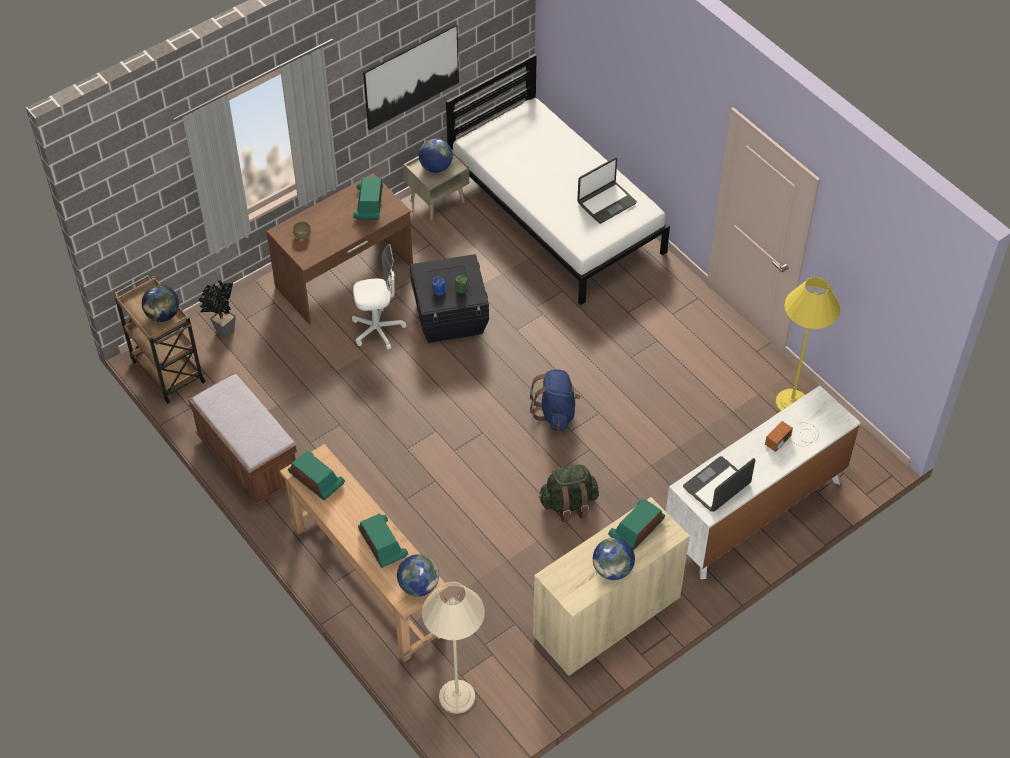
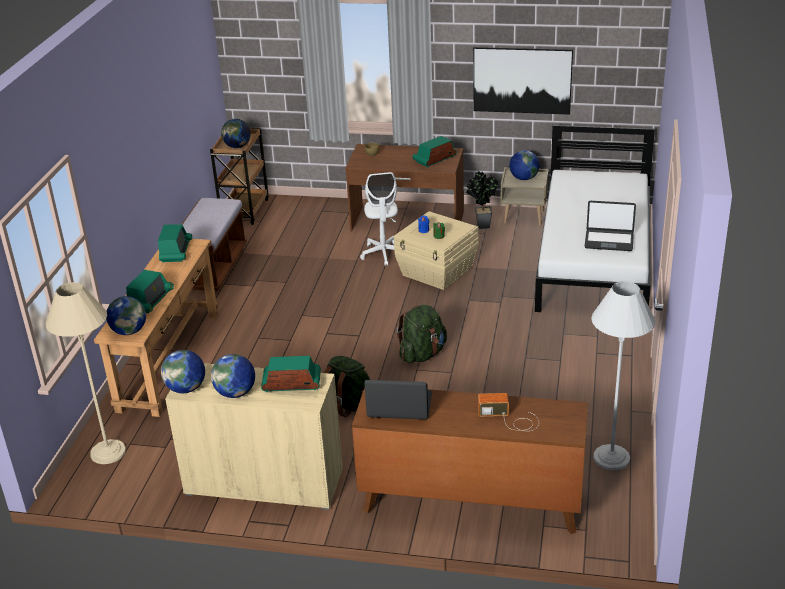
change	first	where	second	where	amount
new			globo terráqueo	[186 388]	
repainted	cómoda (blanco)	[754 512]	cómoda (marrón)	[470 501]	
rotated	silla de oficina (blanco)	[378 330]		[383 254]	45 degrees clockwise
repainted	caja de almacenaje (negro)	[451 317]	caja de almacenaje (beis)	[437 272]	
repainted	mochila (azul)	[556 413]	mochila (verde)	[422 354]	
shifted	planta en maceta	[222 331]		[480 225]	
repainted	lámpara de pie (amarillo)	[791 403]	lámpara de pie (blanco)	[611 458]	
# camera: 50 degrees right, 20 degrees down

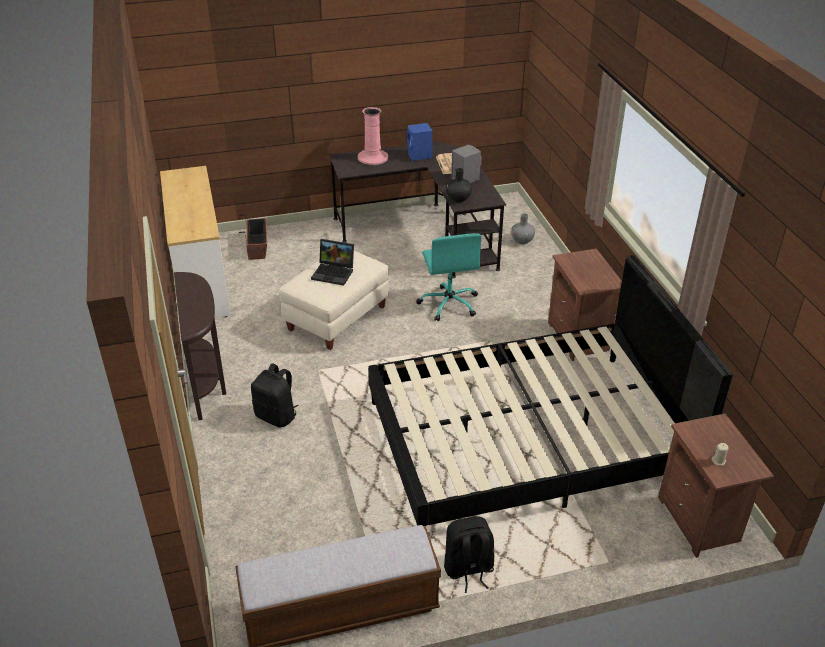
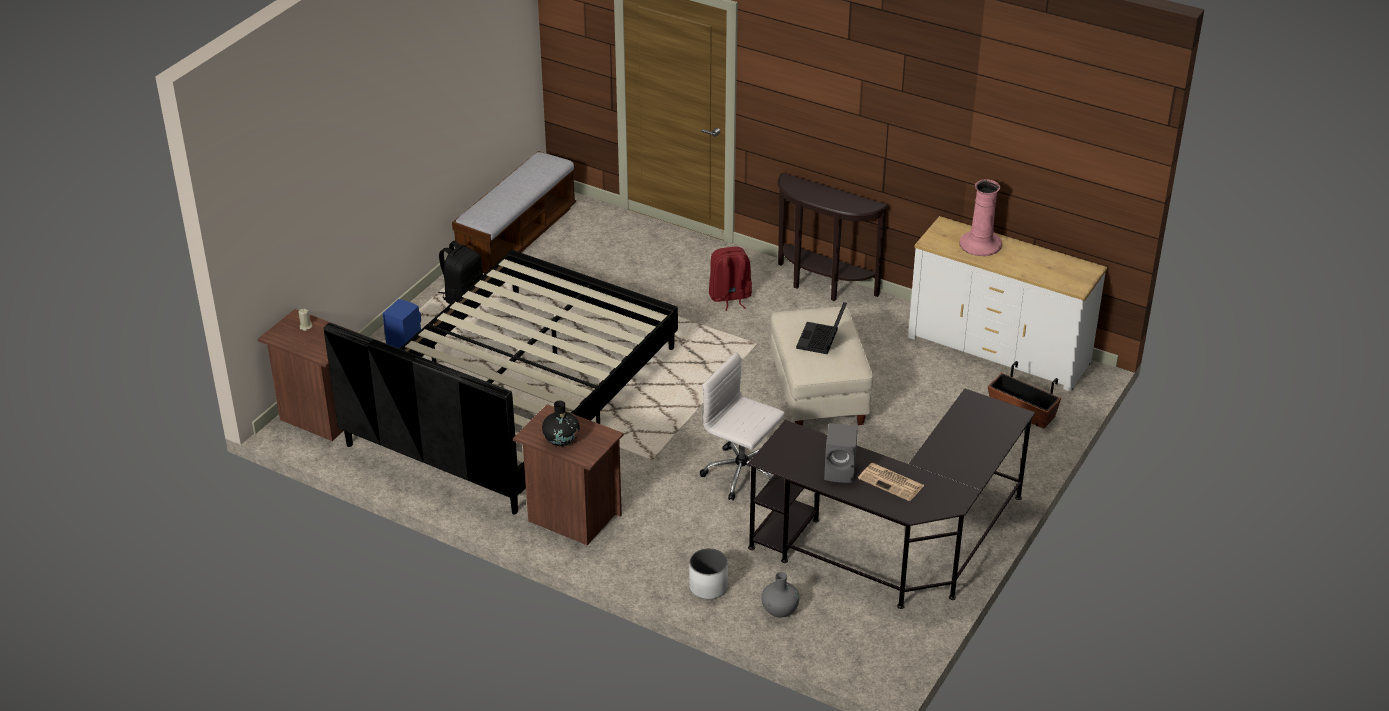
change	first	where	second	where	amount
shifted	altavoz (azul)	[419 156]		[403 341]	
shifted	florero (negro)	[458 198]		[561 440]	
new			maceta (blanco)	[708 587]	
repainted	silla de oficina (turquesa)	[449 303]	silla de oficina (blanco)	[742 473]	
repainted	mochila (negro)	[277 416]	mochila (rojo)	[730 297]	
rotated	portátil	[334 273]		[821 340]	45 degrees counterclockwise
shifted	florero (rosa)	[373 158]		[980 244]	
# camera: 135 degrees right, 0 degrees up

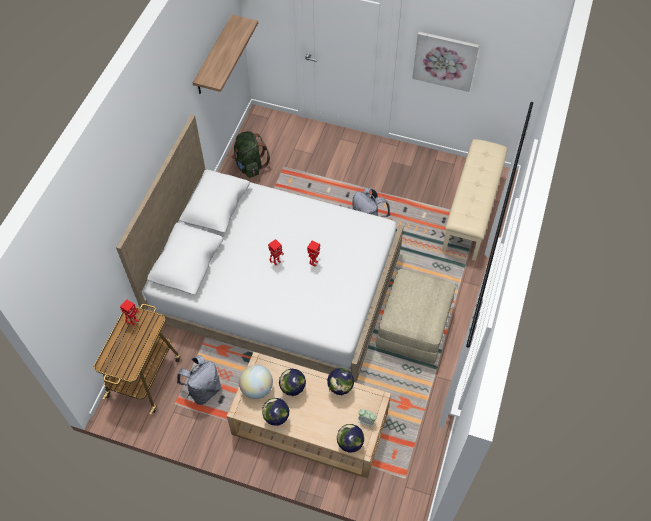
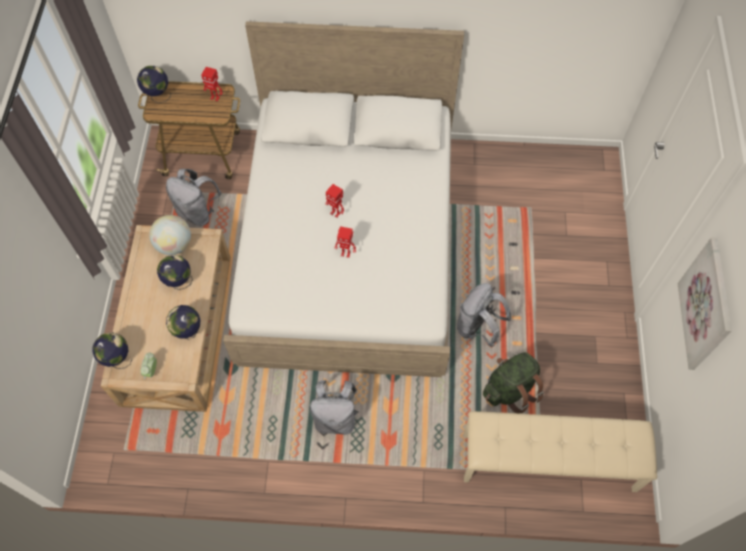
change	first	where	second	where	amount
shifted	globo terráqueo	[276 419]		[158 96]	
swapped	puf (beis)	[413 326]	mochila (gris)	[335 418]	
shifted	mochila (verde)	[250 165]		[510 389]	
gone	estante	[214 56]			
# camera: 75 degrees right, 5 degrees up

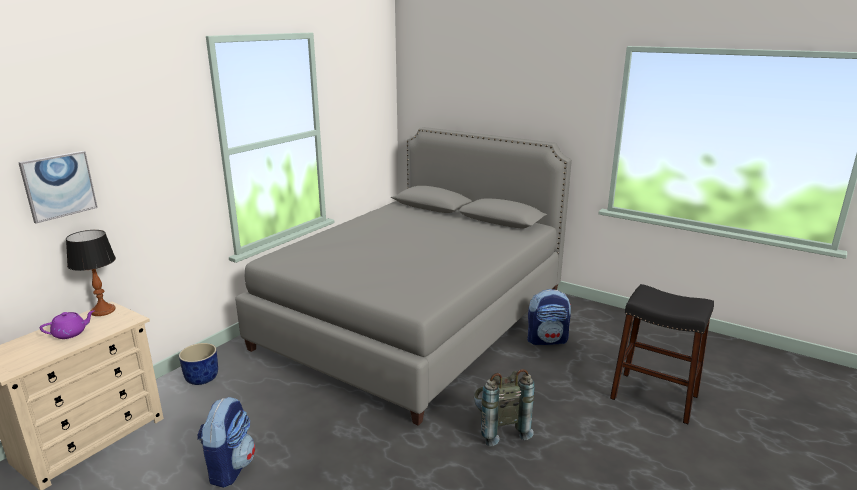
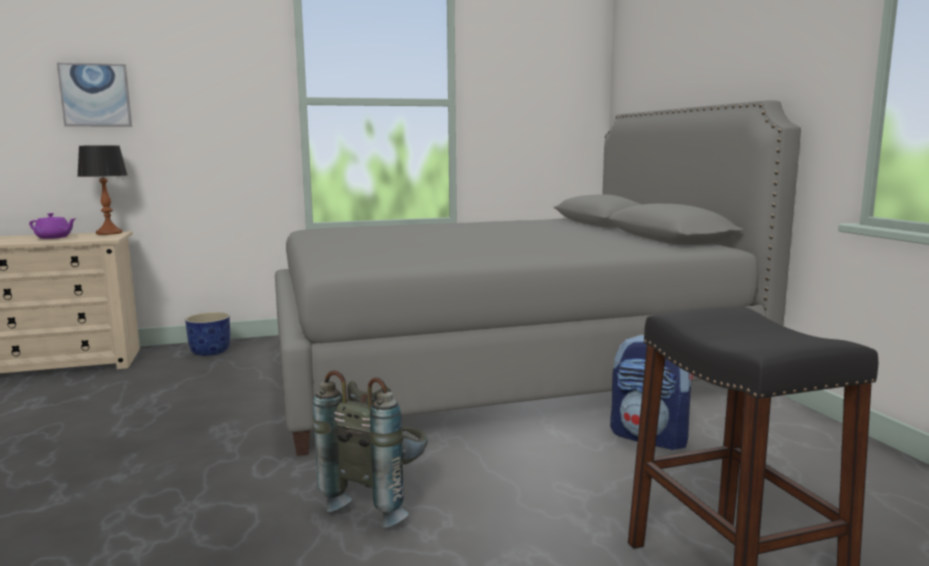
change	first	where	second	where	amount
gone	mochila	[230 467]			
# camera: 40 degrees right, 10 degrees down

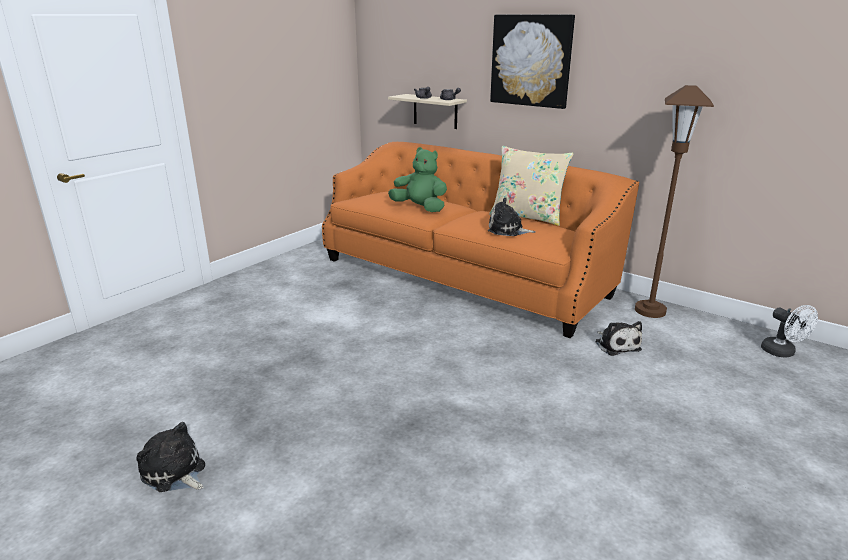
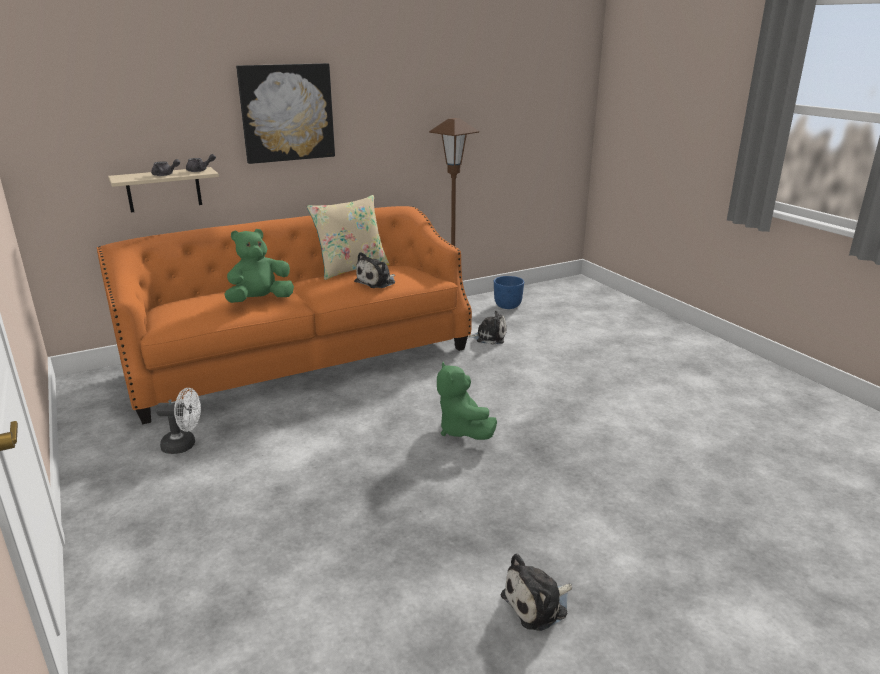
change	first	where	second	where	amount
shifted	ventilador (blanco)	[782 353]		[184 445]	
new			peluche (verde)	[462 431]	
new			maceta (azul)	[508 306]	
# camera: 65 degrees left, 0 degrees up

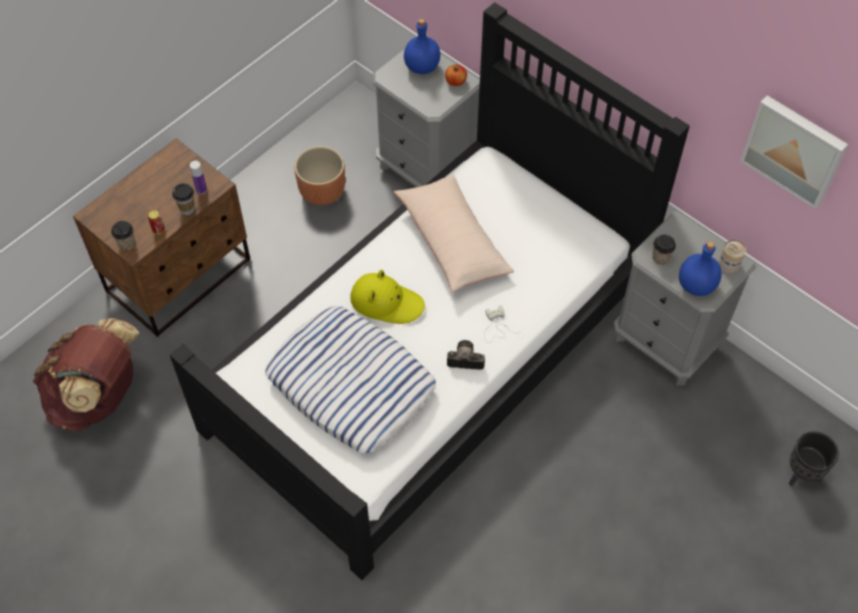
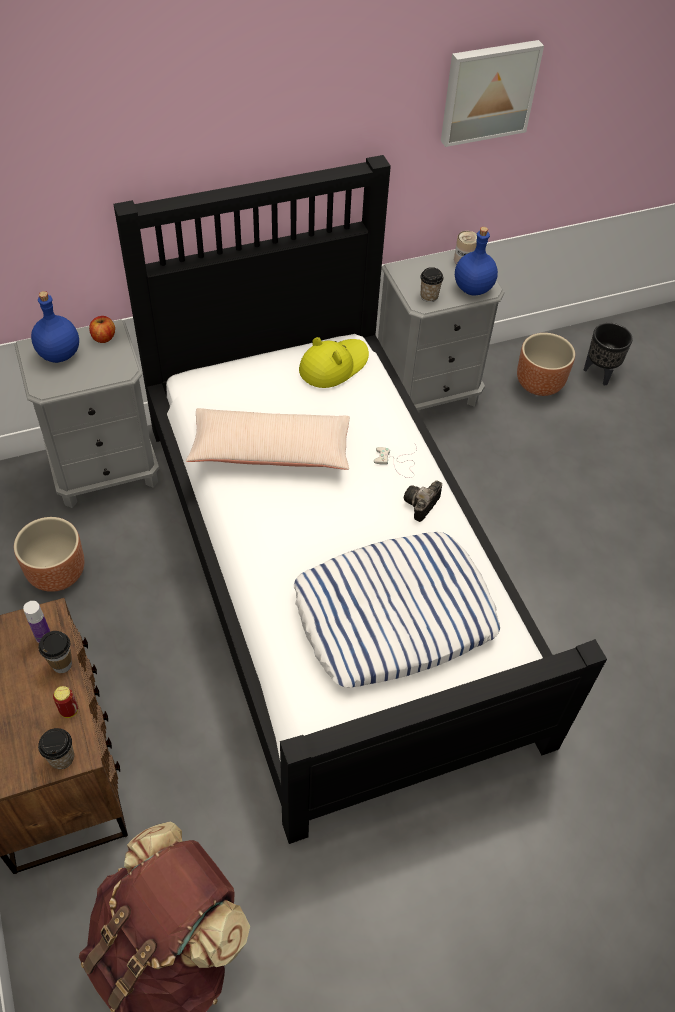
change	first	where	second	where	amount
shifted	sombrero (amarillo)	[386 302]		[333 365]	
new			maceta (marrón)	[539 384]	
# camera: 65 degrees left, 5 degrees down

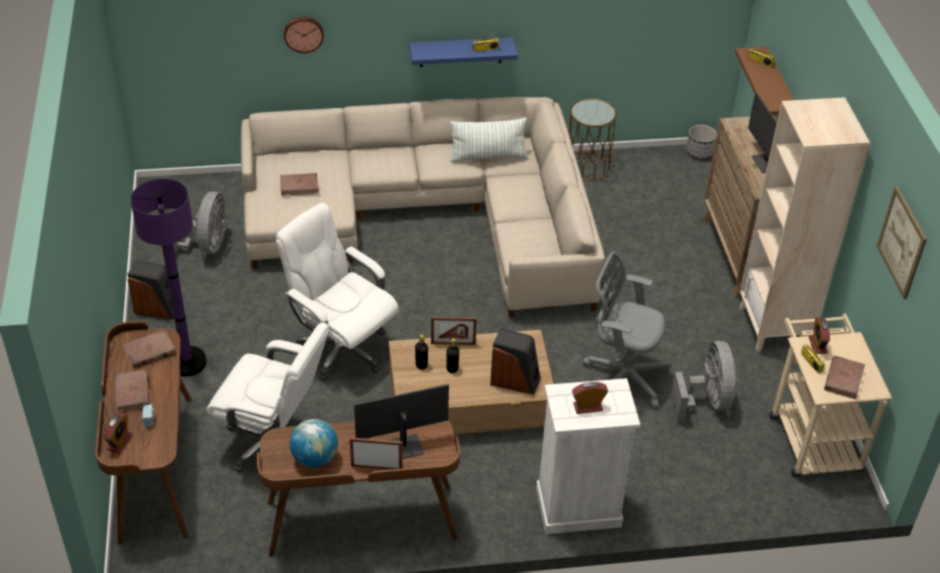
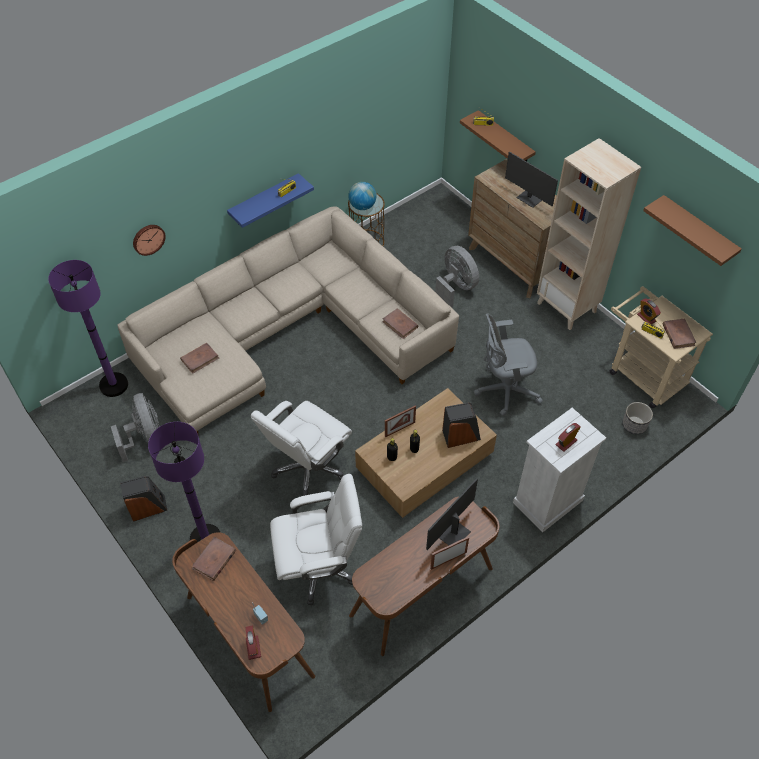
change	first	where	second	where	amount
new			lámpara de pie (morado)	[114 385]	
rotated	silla de oficina (blanco)	[341 349]		[308 468]	60 degrees counterclockwise
shifted	globo terráqueo	[314 458]		[362 206]	
shifted	libro (marrón)	[132 393]		[400 324]	
shifted	ventilador (gris)	[706 401]		[456 287]	
shifted	maceta	[699 152]		[634 425]	
swapped	cuadro	[902 242]	estante (marrón)	[698 231]	
gone	cojín	[488 157]			
# camera: 30 degrees left, 10 degrees up

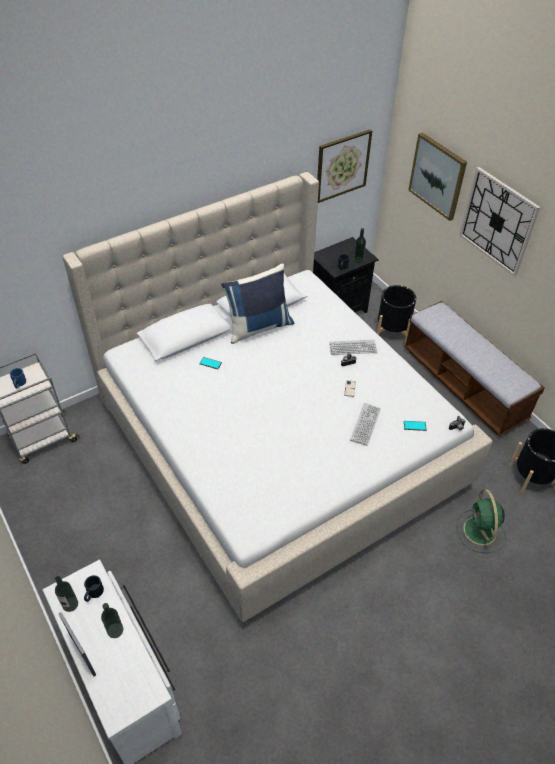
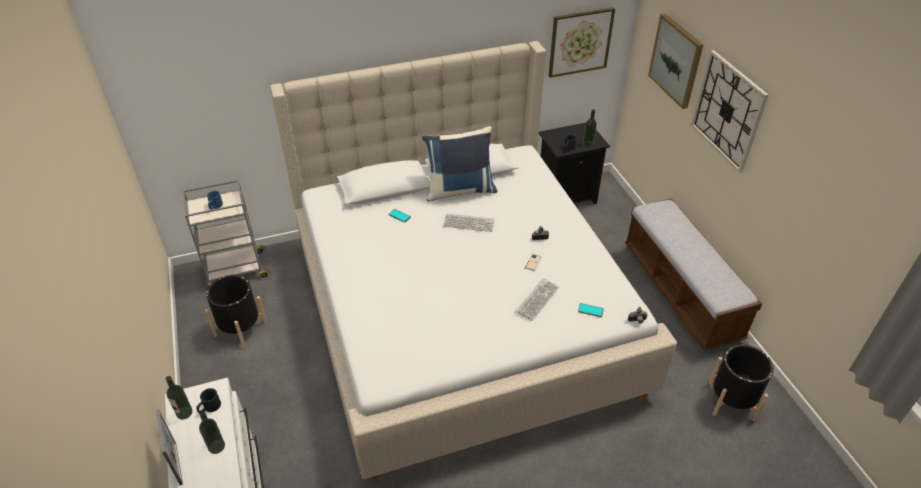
change	first	where	second	where	amount
shifted	maceta (negro)	[392 330]		[240 329]	
shifted	teclado	[352 348]		[468 223]	
gone	ventilador (verde)	[480 532]			
# camera: 15 degrees right, 5 degrees down

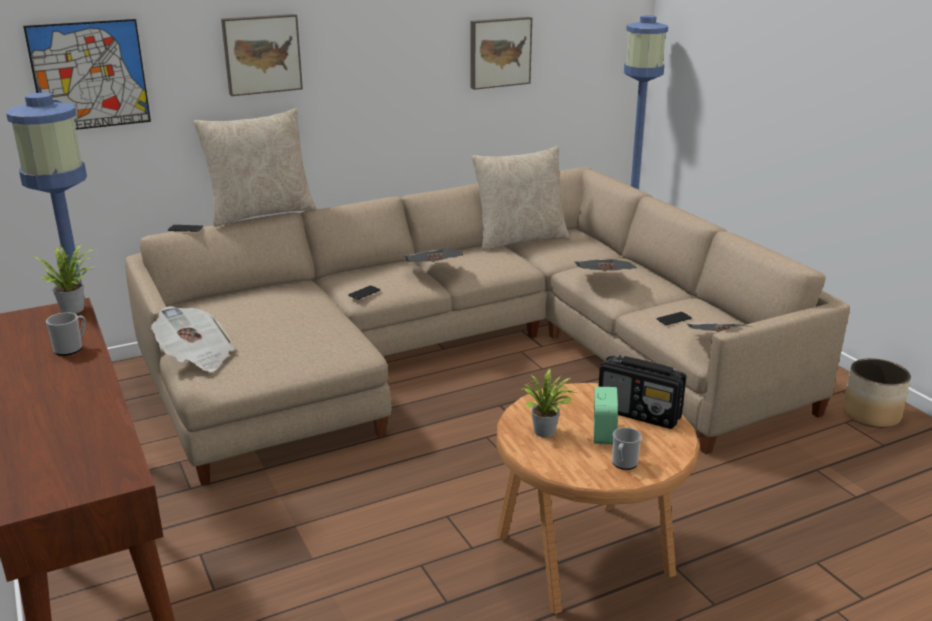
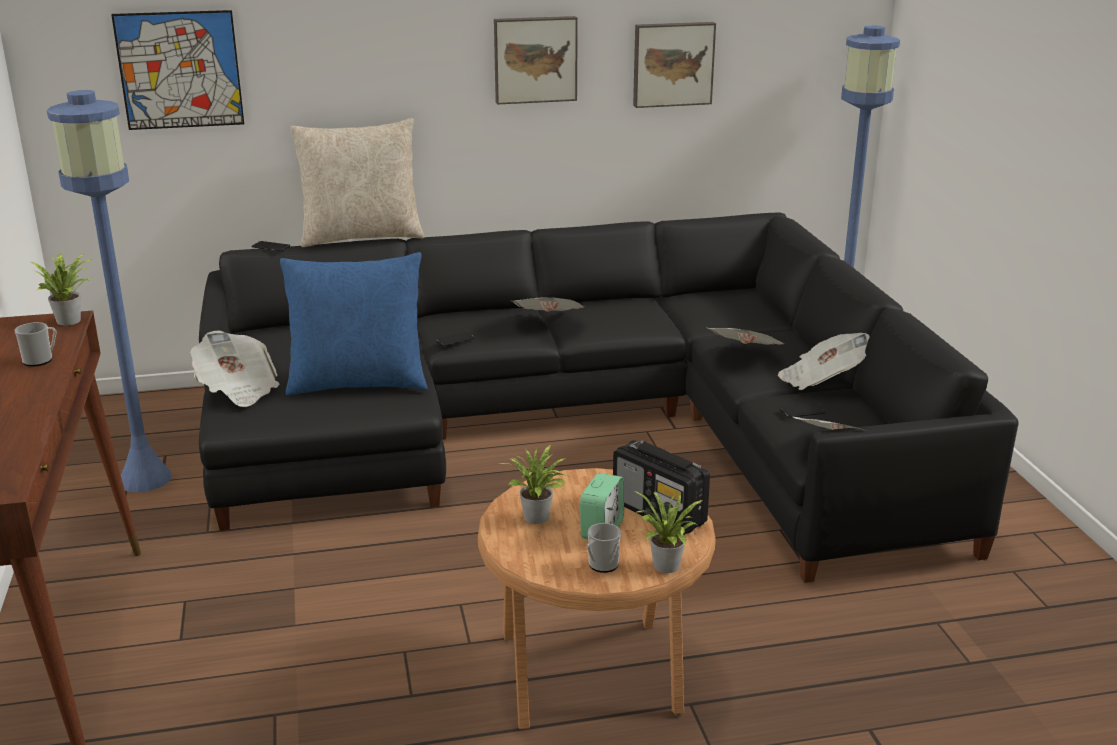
change	first	where	second	where	amount
repainted	sofá (beis)	[468 356]	sofá (negro)	[580 429]	
new			cojín (azul)	[358 382]	
shifted	cuadro	[261 54]		[535 59]	
new			planta en maceta	[665 567]	
new			periódico	[821 380]	
gone	cojín (beis)	[520 240]			
gone	maceta	[871 415]			
# camera: 15 degrees right, 0 degrees up

